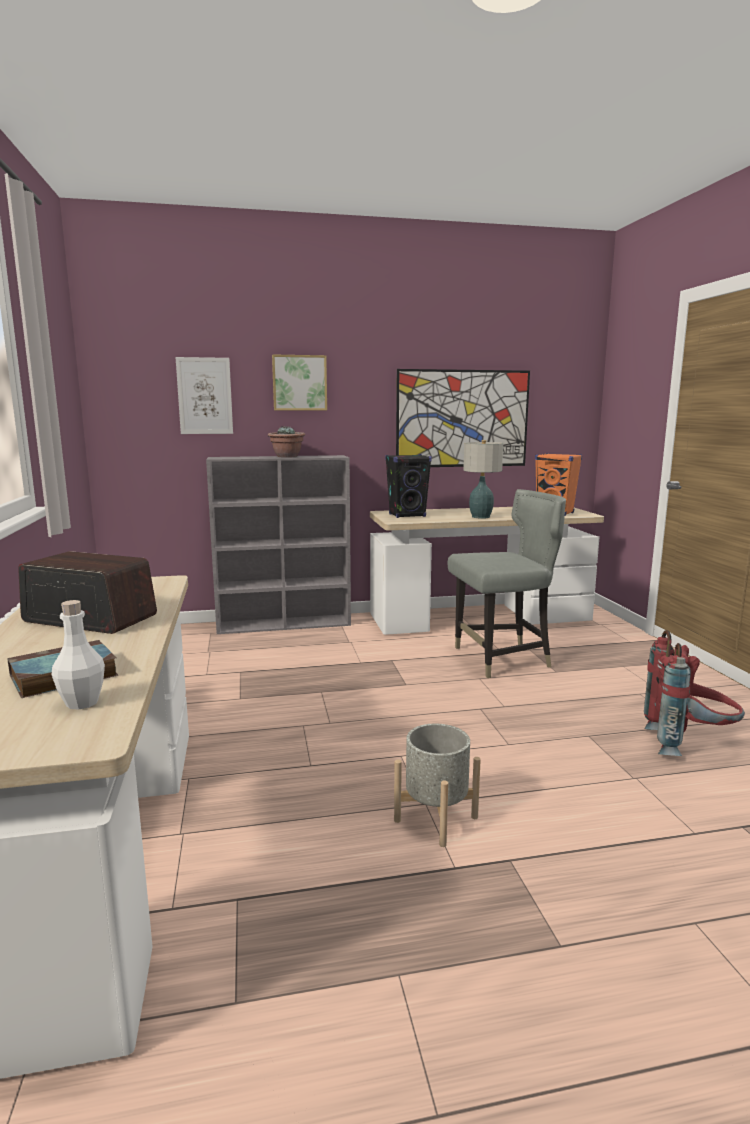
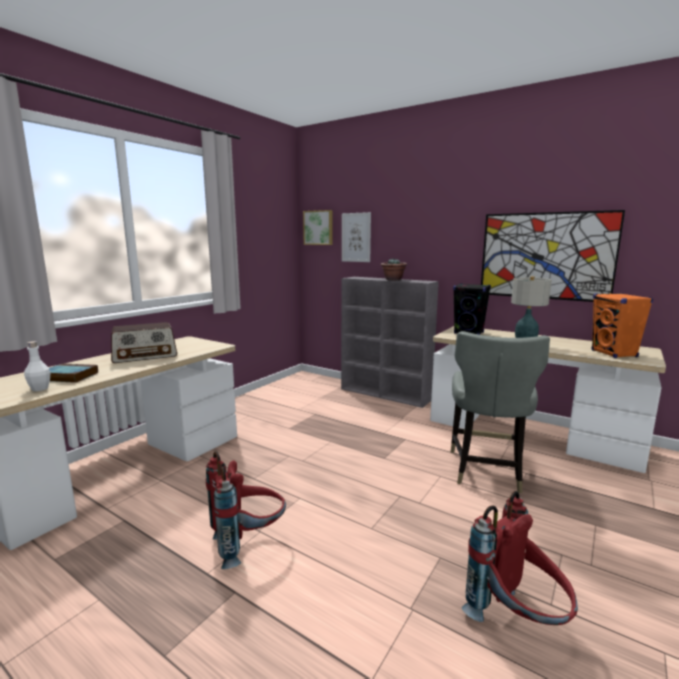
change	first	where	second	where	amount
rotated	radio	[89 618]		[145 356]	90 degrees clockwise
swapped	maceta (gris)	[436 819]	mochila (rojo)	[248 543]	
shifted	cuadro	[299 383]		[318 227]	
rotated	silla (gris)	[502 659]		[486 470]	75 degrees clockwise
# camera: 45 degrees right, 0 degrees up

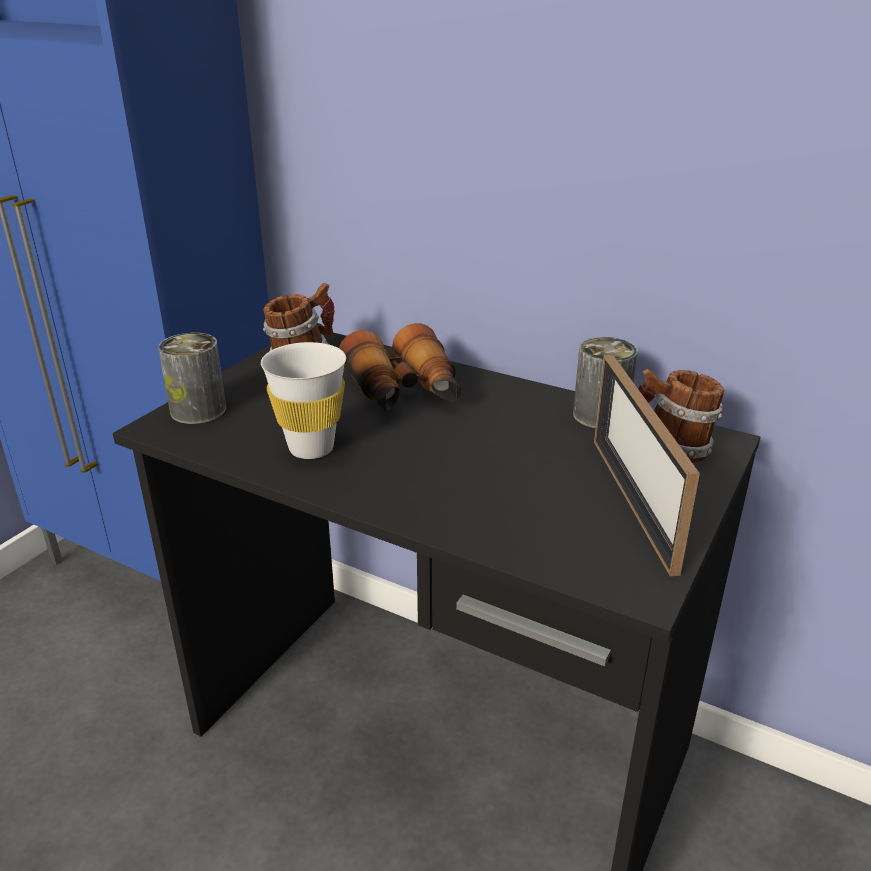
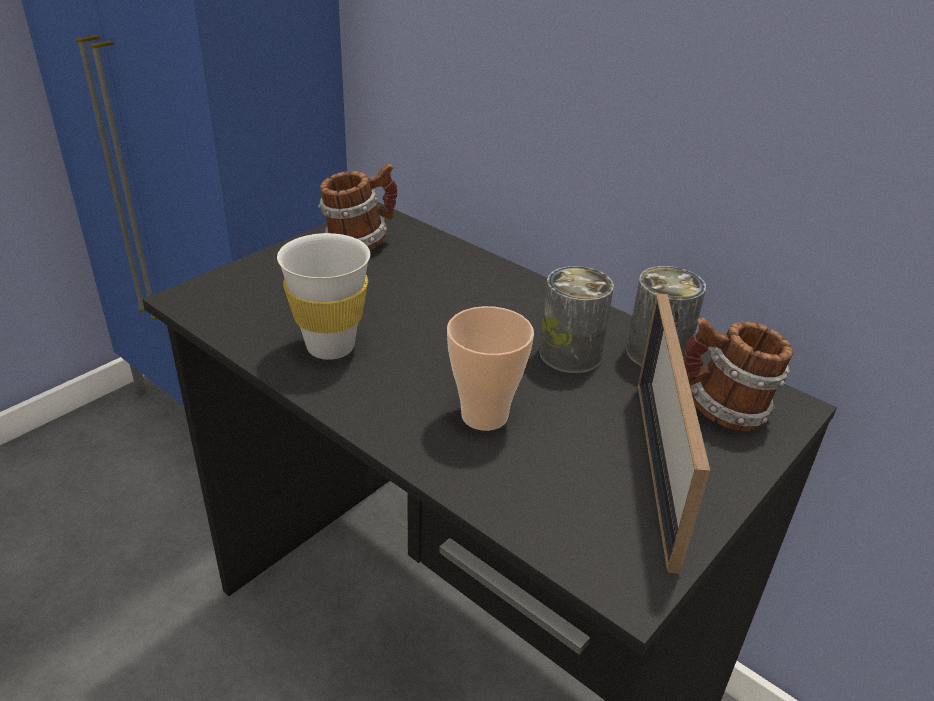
change	first	where	second	where	amount
new			taza	[484 416]	
shifted	lata	[198 410]		[570 354]	
gone	prismáticos	[404 393]			
# camera: 10 degrees right, 5 degrees up

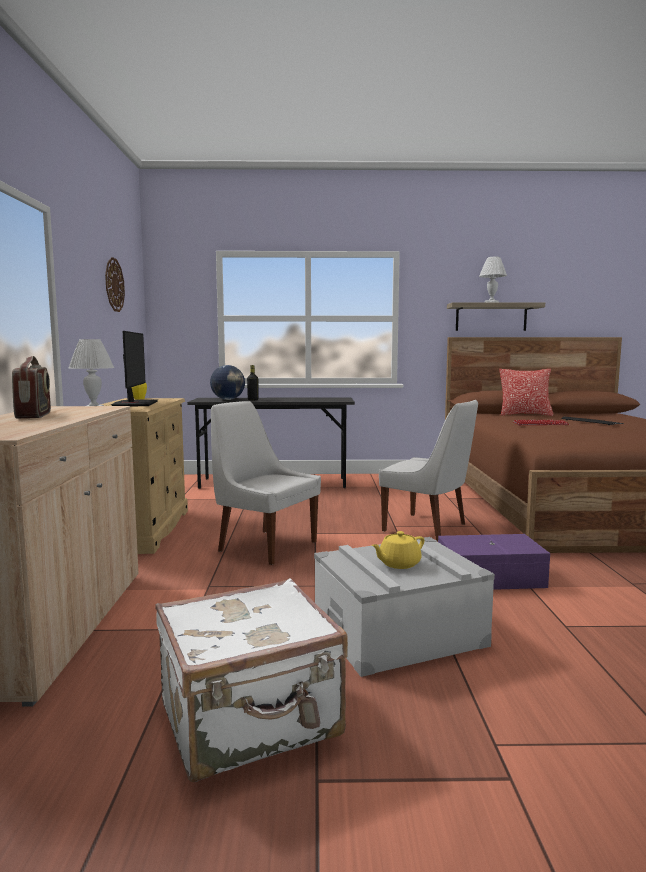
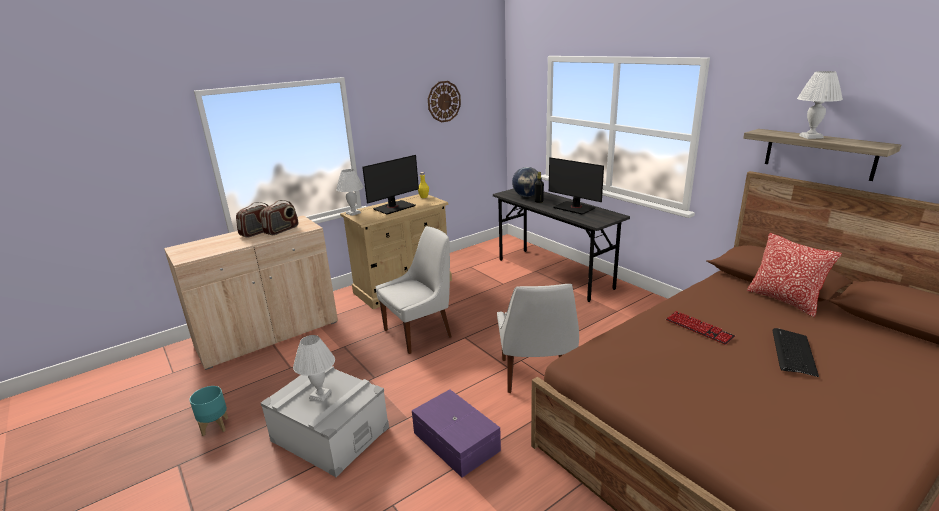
change	first	where	second	where	amount
swapped	maleta (blanco)	[251 721]	maceta (turquesa)	[215 426]	
new			radio	[282 230]	
swapped	tetera (amarillo)	[398 564]	lámpara de mesa (blanco)	[319 395]	
rotated	silla (blanco)	[264 546]		[420 332]	60 degrees clockwise
new			monitor	[574 208]	
# camera: 55 degrees right, 15 degrees up

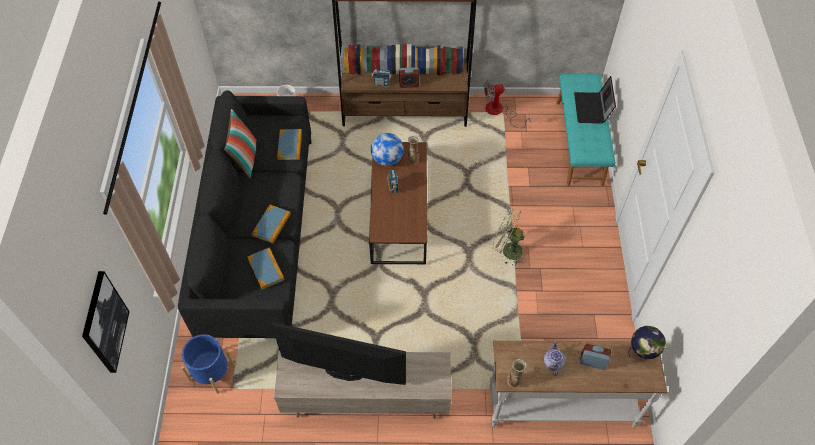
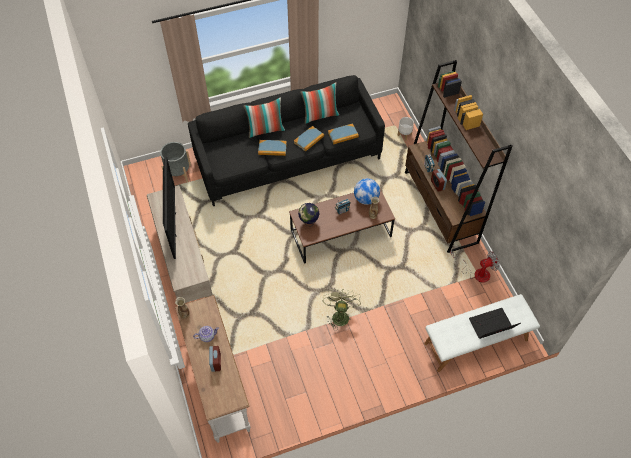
change	first	where	second	where	amount
repainted	maceta (azul)	[212 373]	maceta (gris)	[178 172]	
new			cojín	[265 130]	
shifted	libro	[266 269]		[309 139]	
shifted	globo terráqueo	[642 352]		[309 222]	
repainted	banco (turquesa)	[580 142]	banco (blanco)	[476 342]	
rotated	ventilador	[499 112]		[476 272]	105 degrees clockwise
gone	cuadro	[104 323]			
# camera: 70 degrees right, 0 degrees up

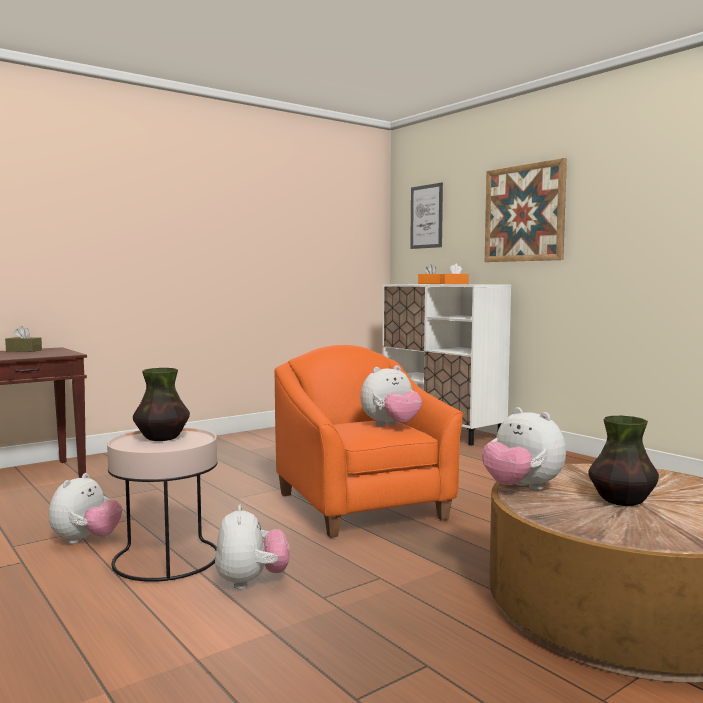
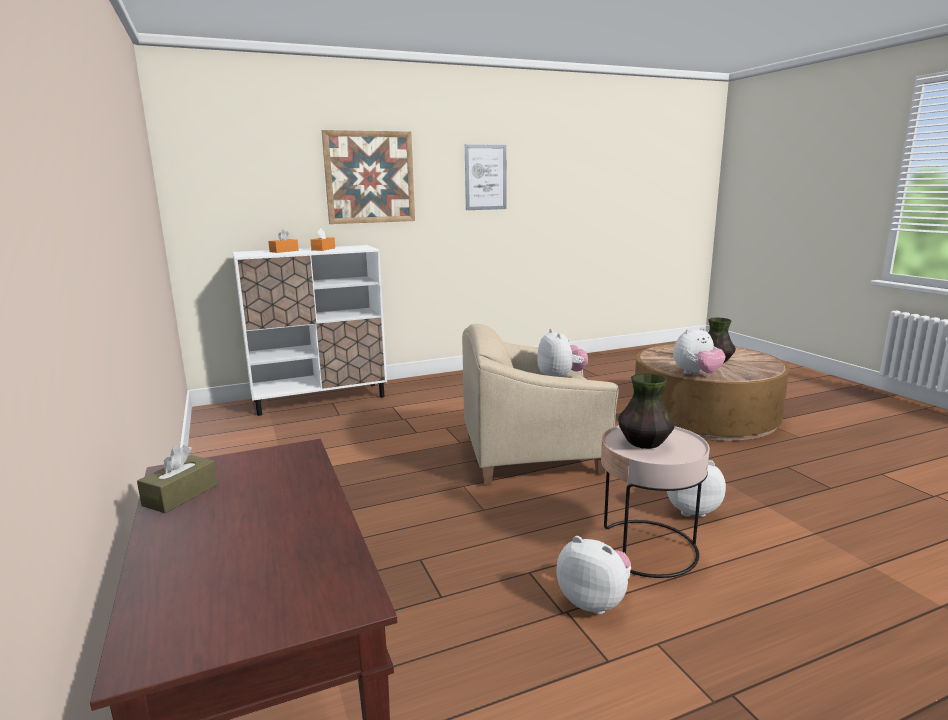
change	first	where	second	where	amount
repainted	sillón (naranja)	[363 506]	sillón (beis)	[532 455]	
shifted	cuadro	[426 216]		[485 177]	
# camera: 75 degrees left, 10 degrees up

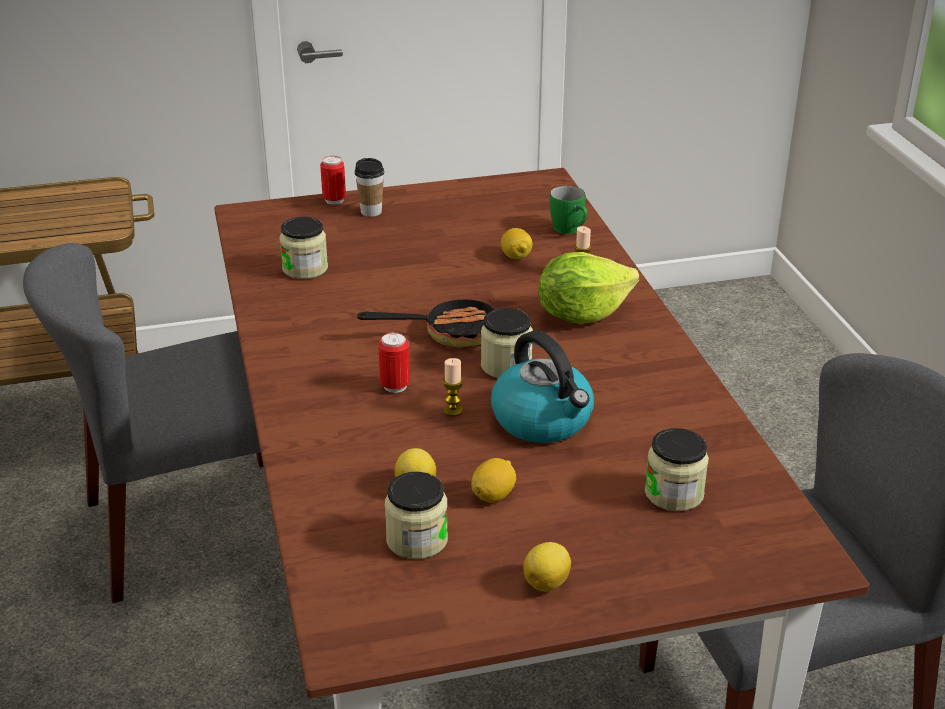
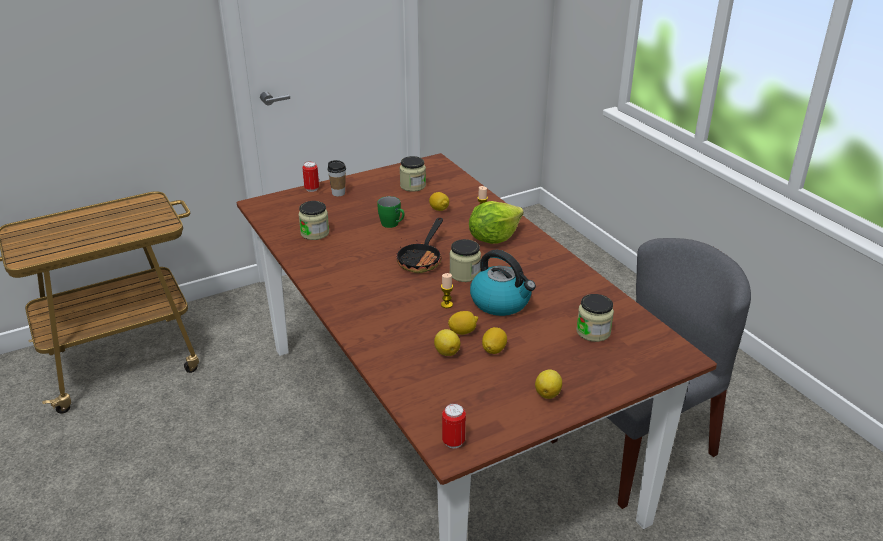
change	first	where	second	where	amount
shifted	taza grande (verde)	[570 230]		[393 225]	
rotated	sartén	[449 332]		[422 259]	135 degrees clockwise
shifted	tarro	[417 540]		[413 186]	
shifted	lata	[395 386]		[453 442]	
new			limón	[463 331]	
gone	silla (gris)	[193 527]			
# camera: 15 degrees left, 0 degrees up

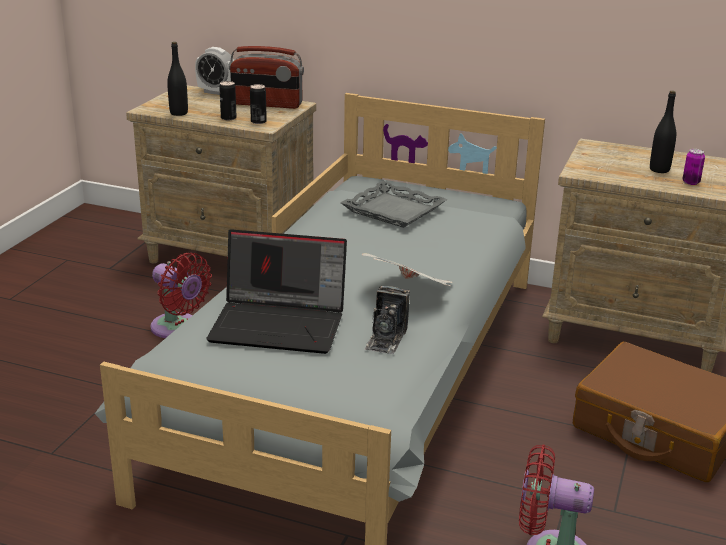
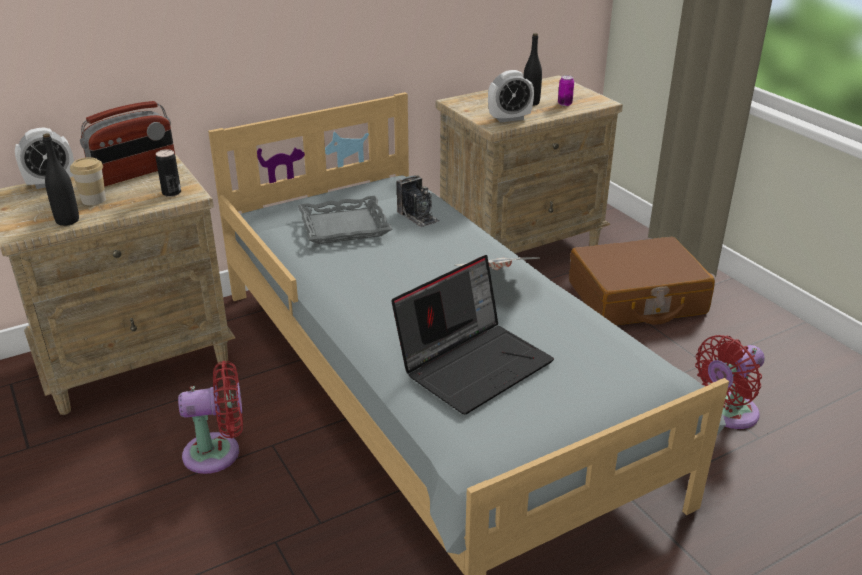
change	first	where	second	where	amount
new			taza	[94 200]	
shifted	cámara	[386 338]		[418 216]	
new			despertador	[509 118]	
gone	lata	[228 118]			
# camera: 50 degrees left, 5 degrees up

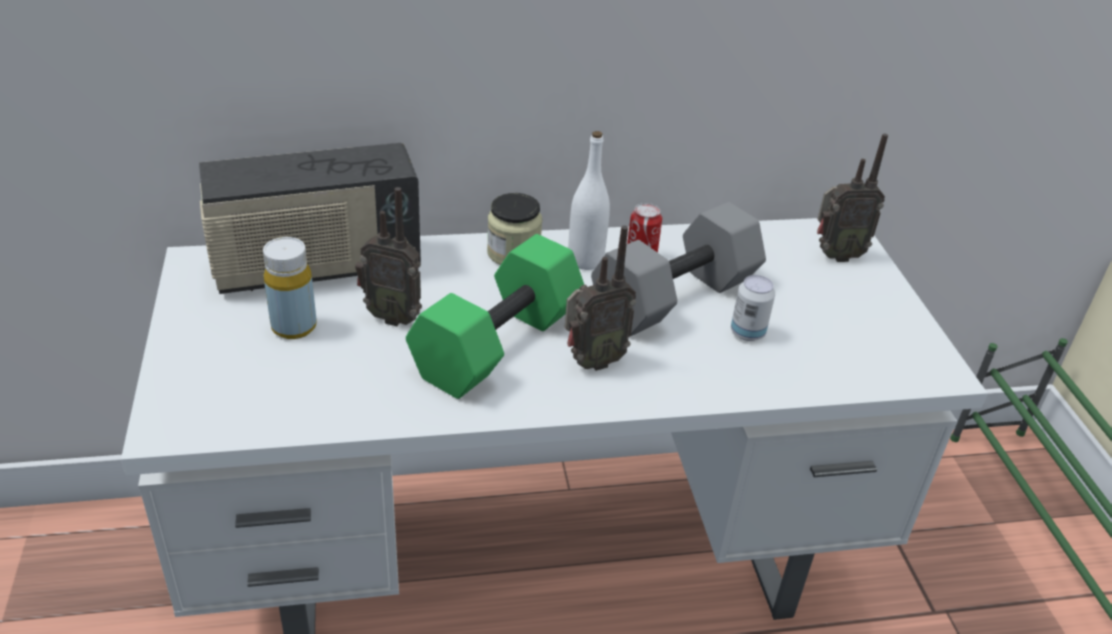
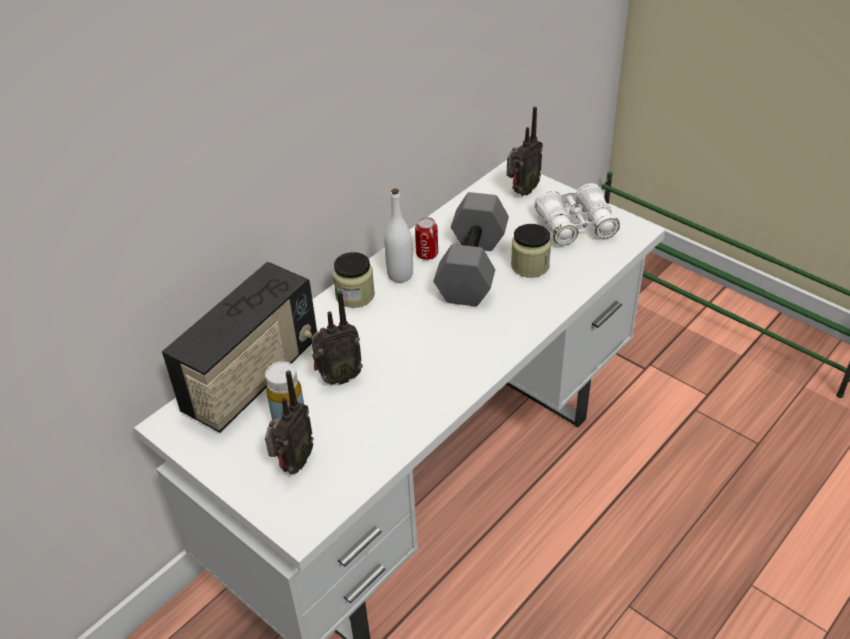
change	first	where	second	where	amount
shifted	radio	[592 361]		[293 464]	
swapped	lata	[747 333]	tarro	[530 266]	
new			prismáticos (blanco)	[575 226]	
gone	mancuerna (verde)	[497 342]			
# camera: 35 degrees left, 5 degrees up

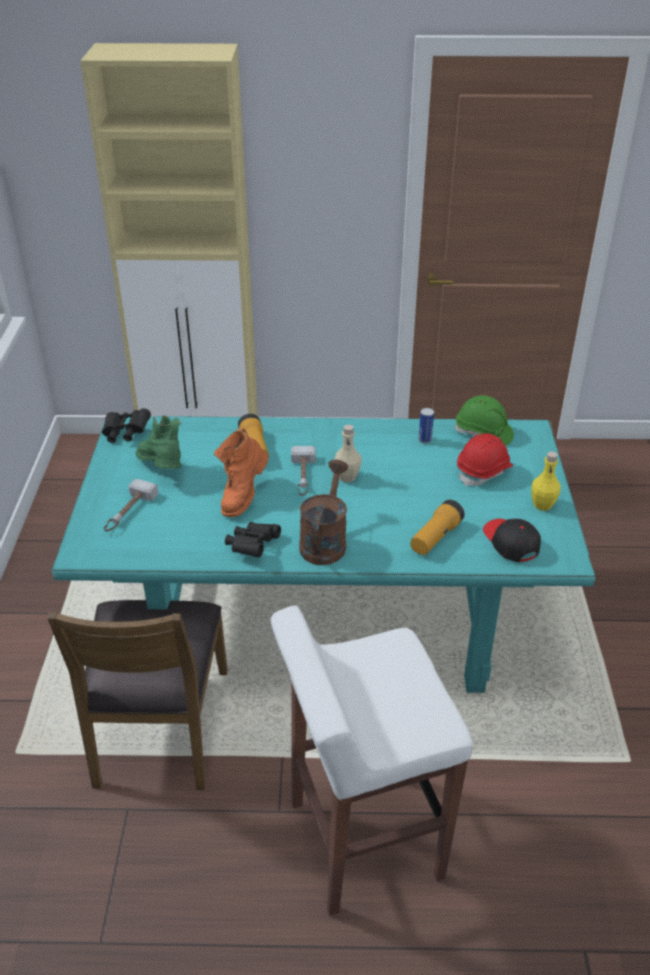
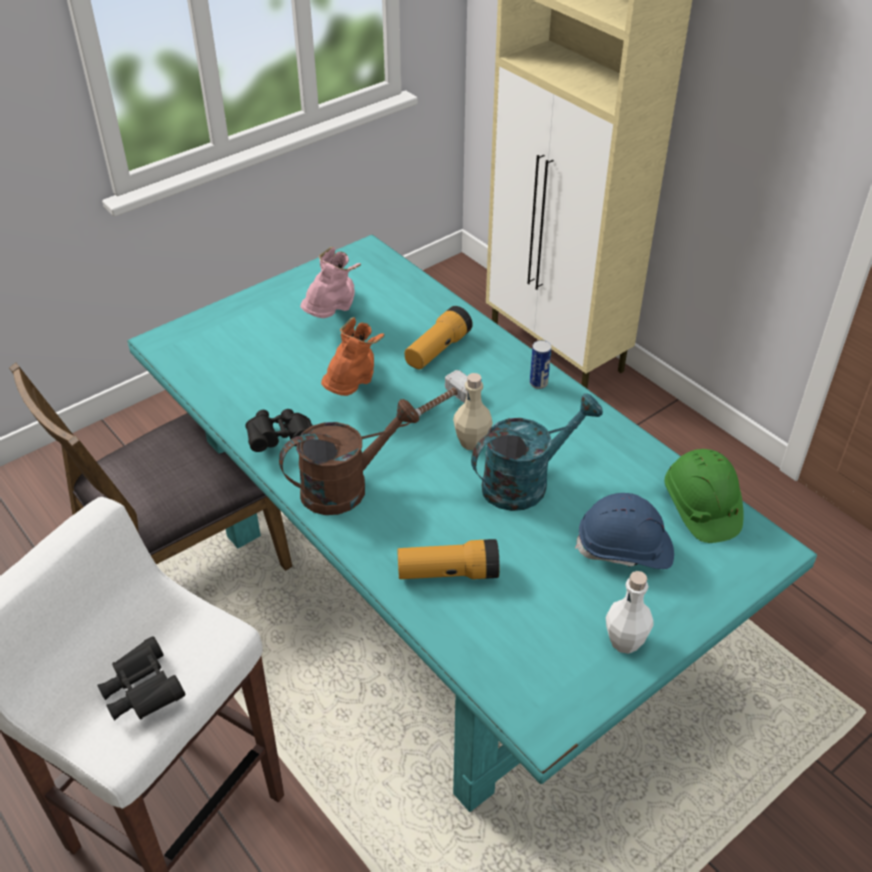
change	first	where	second	where	amount
shifted	prismáticos (negro)	[125 433]		[143 692]	
repainted	bota (verde)	[163 469]	bota (rosa)	[333 314]	
rotated	bota (naranja)	[243 495]		[353 387]	120 degrees clockwise
new			regadera (turquesa)	[525 482]	
shifted	lata	[425 440]		[538 383]	
repainted	casco (rojo)	[484 471]	casco (azul)	[625 549]	
repainted	botella (amarillo)	[542 505]	botella (blanco)	[625 641]	
gone	martillo	[128 512]			
gone	gorra (negro)	[510 542]			
# camera: 50 degrees right, 5 degrees up

